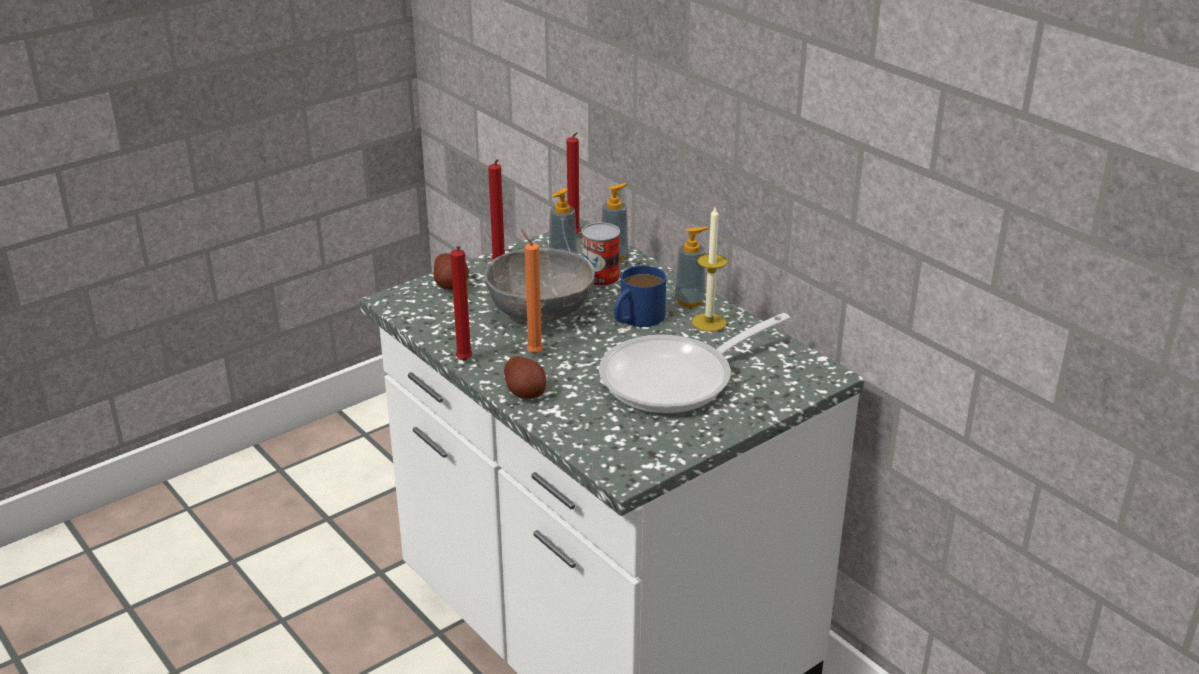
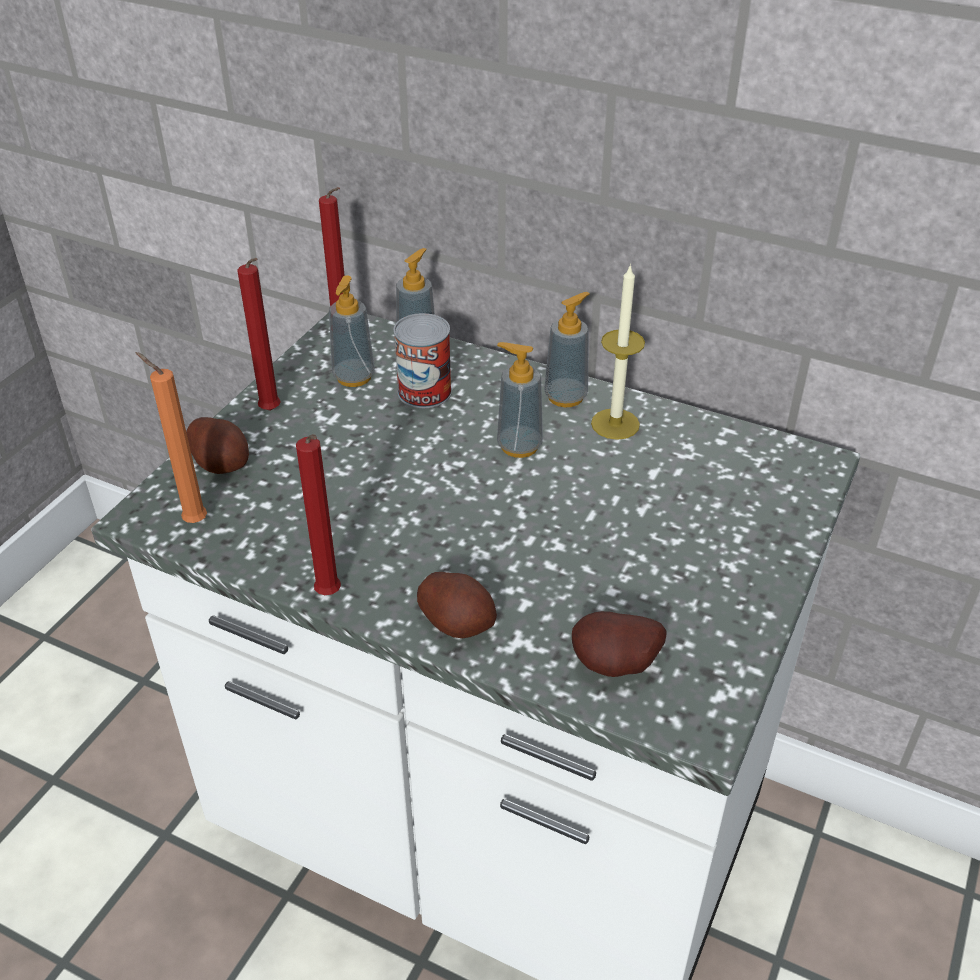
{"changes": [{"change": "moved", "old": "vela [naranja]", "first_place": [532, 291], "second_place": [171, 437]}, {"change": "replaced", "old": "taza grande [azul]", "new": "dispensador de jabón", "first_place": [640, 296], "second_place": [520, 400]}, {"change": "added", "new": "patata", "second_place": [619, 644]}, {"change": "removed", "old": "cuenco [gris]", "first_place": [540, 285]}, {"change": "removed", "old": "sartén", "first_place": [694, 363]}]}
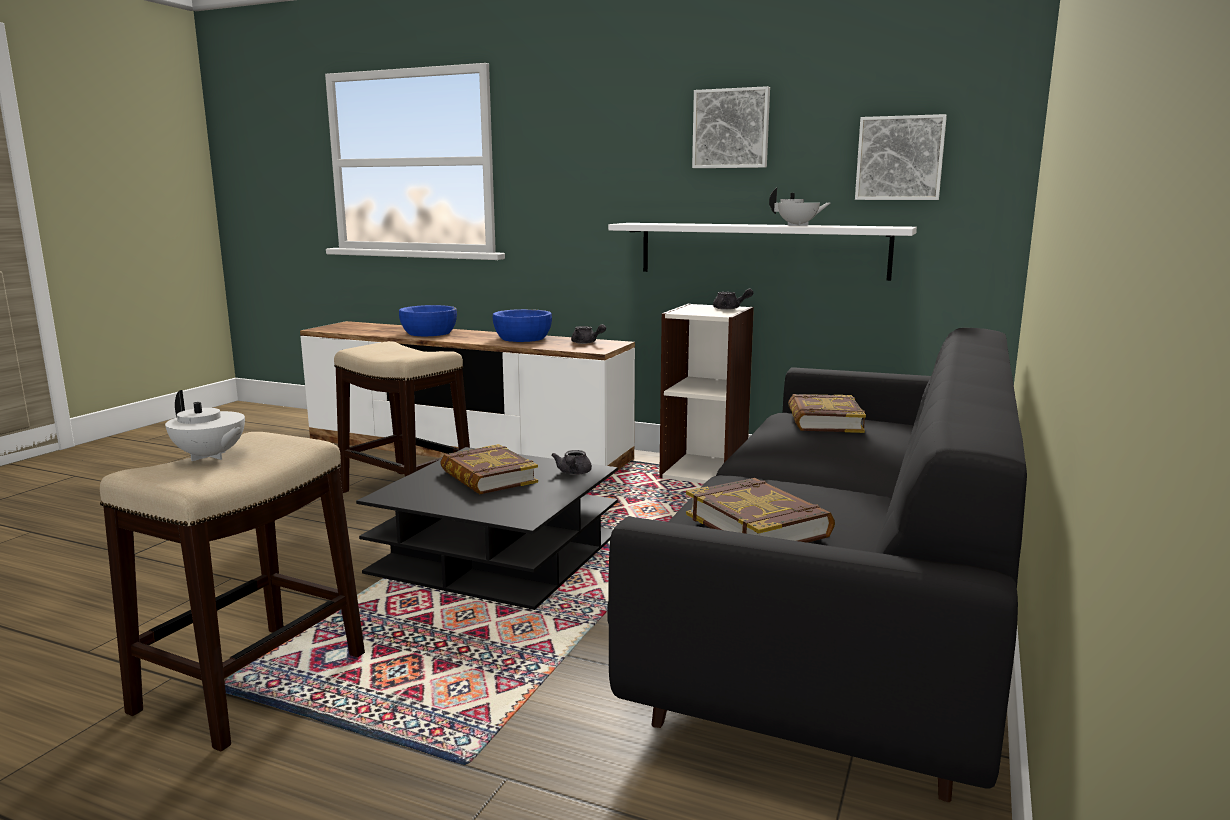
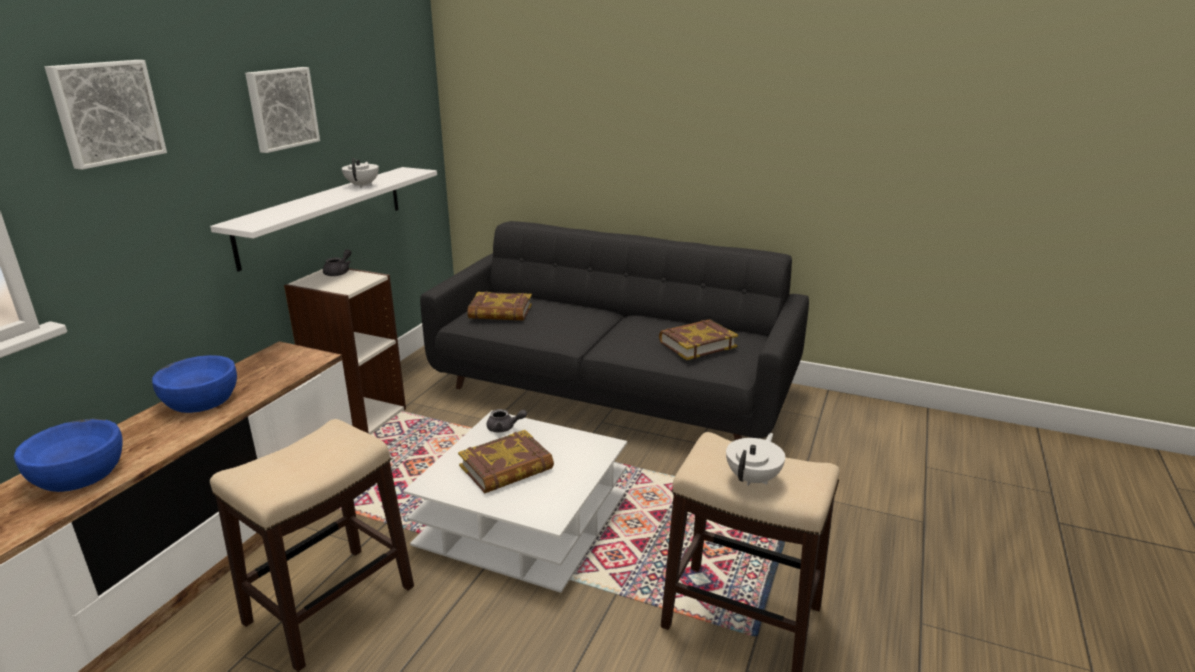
{"changes": [{"change": "moved", "old": "cuadro", "first_place": [901, 157], "second_place": [106, 115]}, {"change": "recoloured", "old": "mesa de centro [negro]", "new": "mesa de centro [blanco]", "first_place": [487, 528], "second_place": [515, 501]}, {"change": "removed", "old": "tetera [gris]", "first_place": [588, 334]}]}
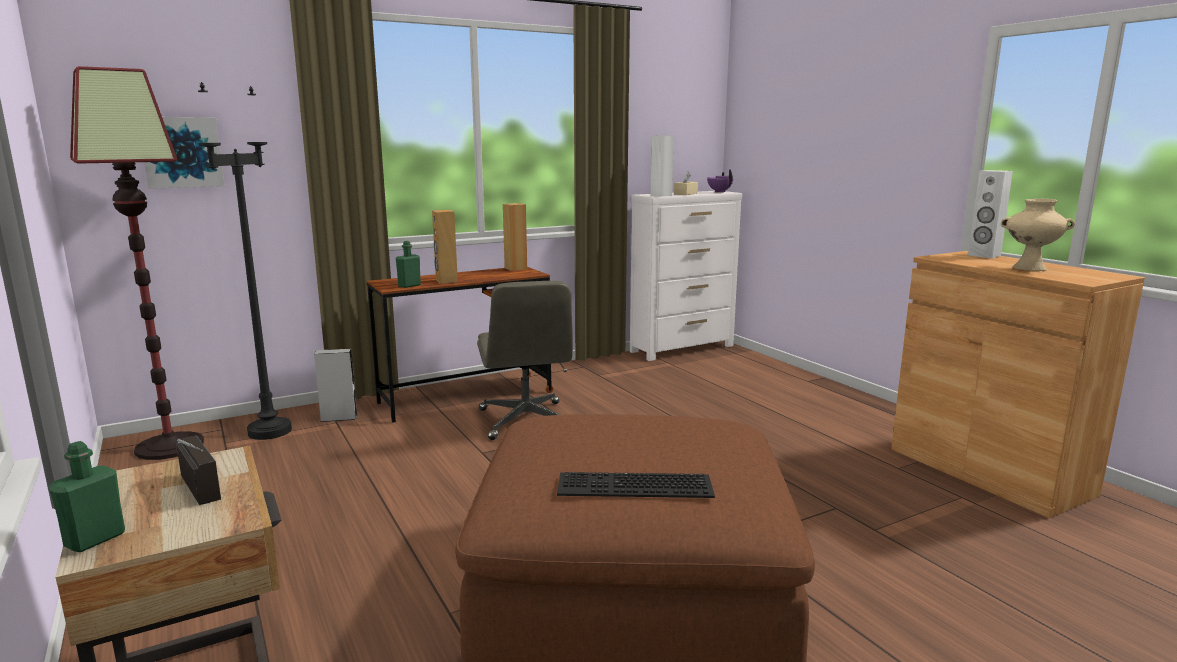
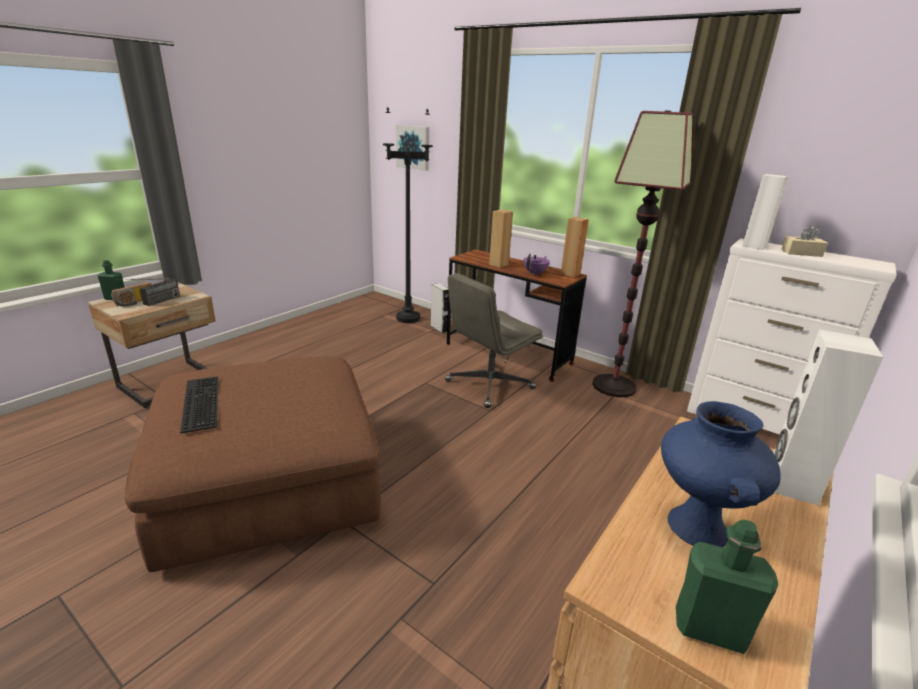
{"changes": [{"change": "added", "new": "radio", "second_place": [131, 294]}, {"change": "moved", "old": "tetera [morado]", "first_place": [720, 180], "second_place": [536, 264]}, {"change": "moved", "old": "lámpara de pie", "first_place": [137, 263], "second_place": [643, 254]}, {"change": "recoloured", "old": "florero [beis]", "new": "florero [azul]", "first_place": [1038, 235], "second_place": [721, 474]}, {"change": "moved", "old": "botella [verde]", "first_place": [408, 264], "second_place": [727, 586]}]}
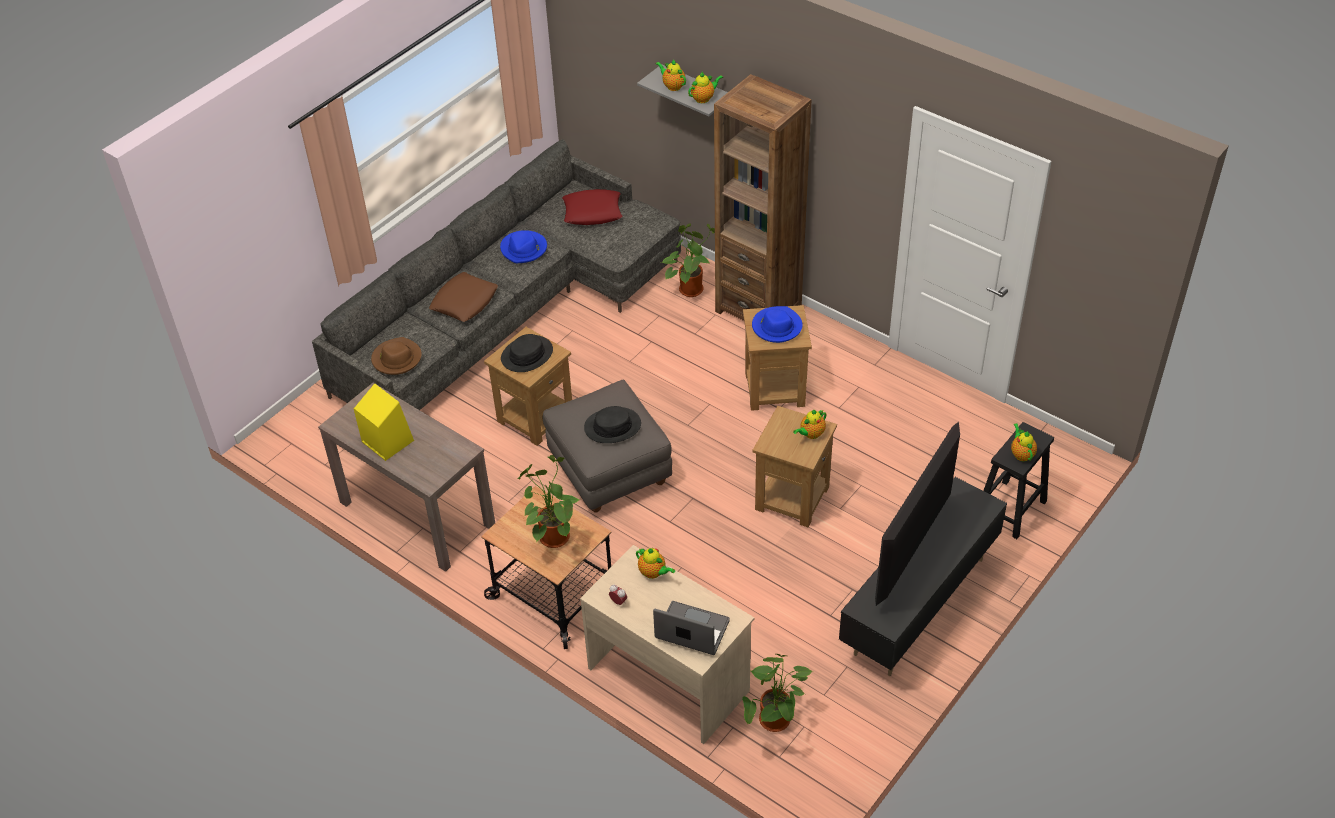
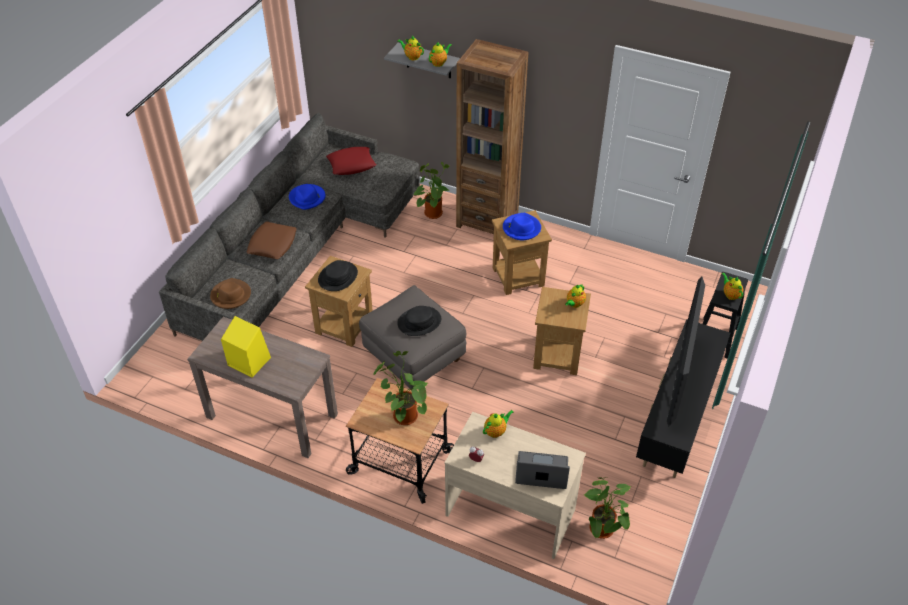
{"changes": [{"change": "turned", "old": "tetera", "first_place": [655, 563], "second_place": [498, 424], "degrees": -60}]}
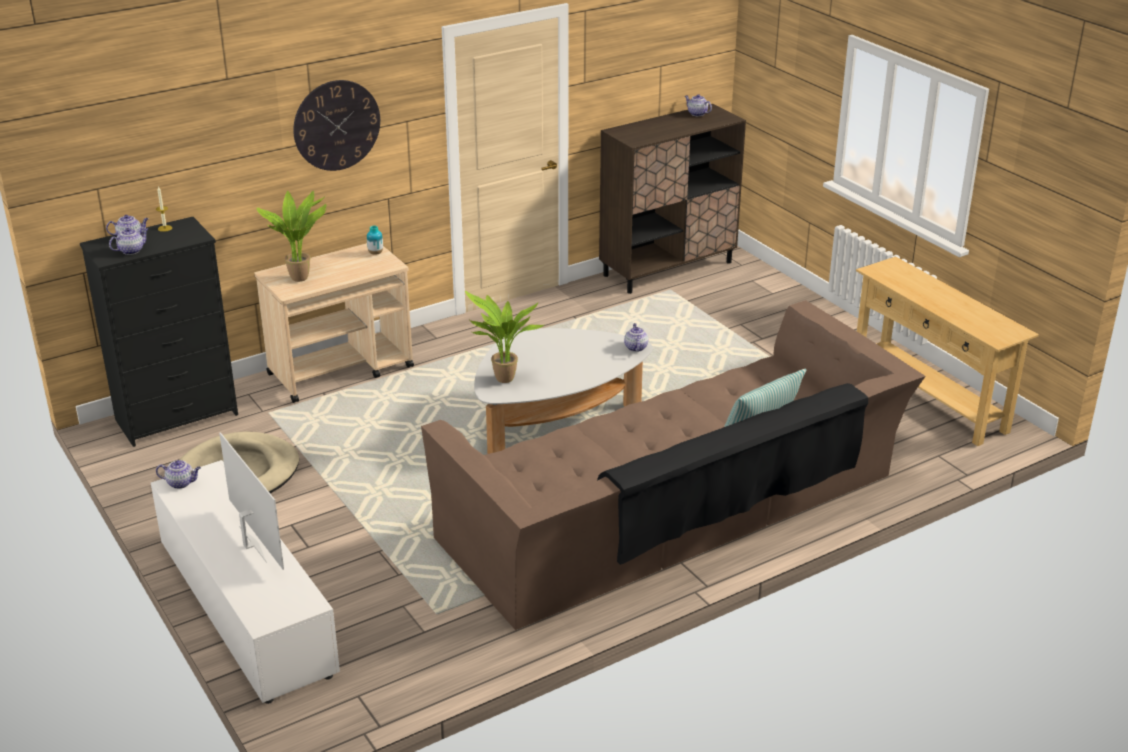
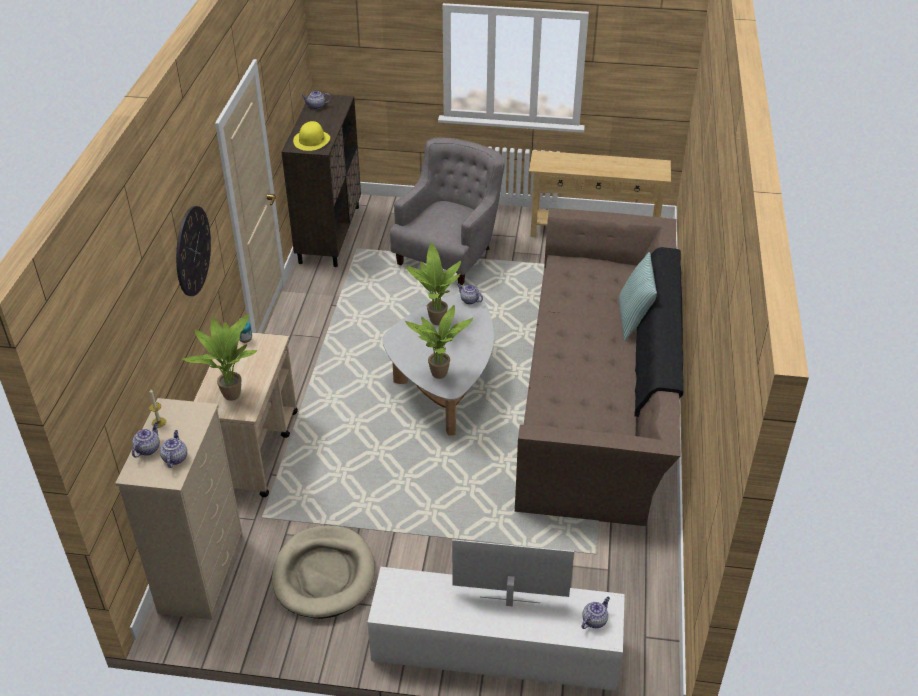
{"changes": [{"change": "recoloured", "old": "cómoda [negro]", "new": "cómoda [beis]", "first_place": [159, 332], "second_place": [179, 509]}, {"change": "added", "new": "sombrero [amarillo]", "second_place": [311, 136]}, {"change": "added", "new": "sillón [gris]", "second_place": [447, 211]}, {"change": "added", "new": "planta en maceta", "second_place": [434, 283]}, {"change": "moved", "old": "tetera", "first_place": [178, 474], "second_place": [596, 613]}]}
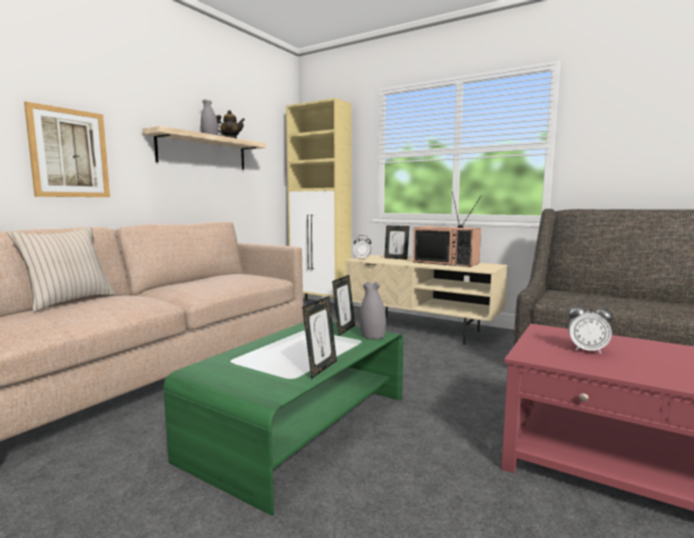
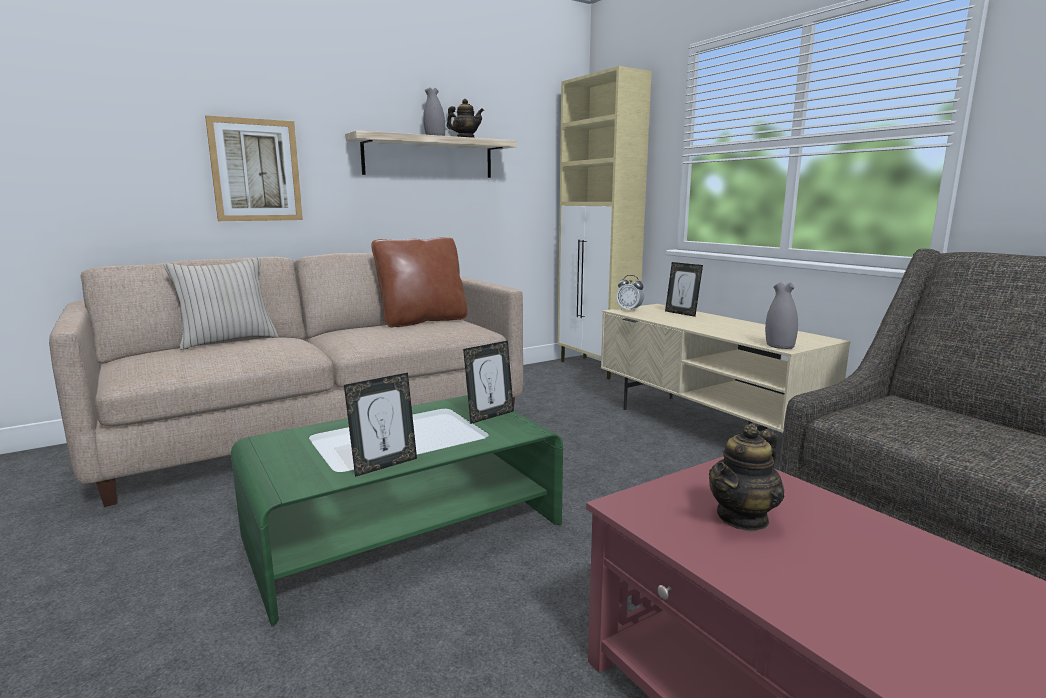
{"changes": [{"change": "added", "new": "cojín [marrón]", "second_place": [419, 282]}, {"change": "replaced", "old": "despertador", "new": "tetera", "first_place": [590, 327], "second_place": [746, 477]}, {"change": "moved", "old": "florero [gris]", "first_place": [373, 310], "second_place": [781, 315]}, {"change": "removed", "old": "televisor", "first_place": [447, 229]}]}
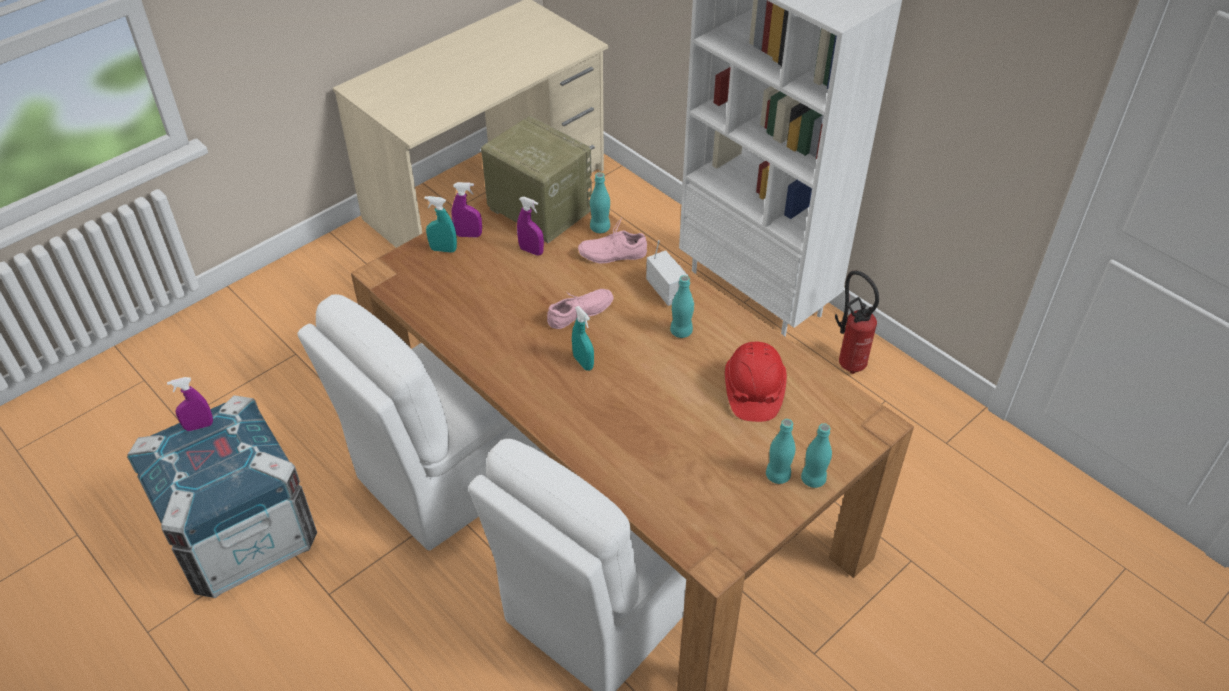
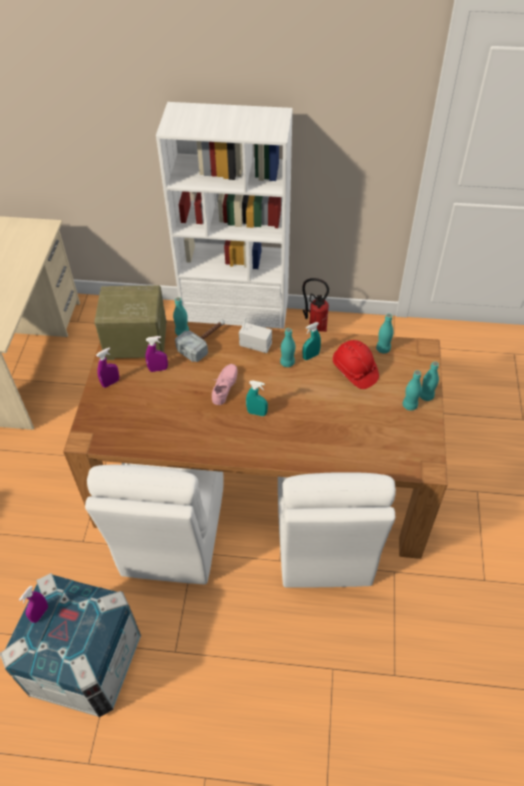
{"changes": [{"change": "replaced", "old": "zapato [rosa]", "new": "martillo", "first_place": [612, 240], "second_place": [200, 340]}, {"change": "moved", "old": "pulverizador [turquesa]", "first_place": [441, 224], "second_place": [311, 341]}, {"change": "added", "new": "botella [turquesa]", "second_place": [385, 333]}]}
